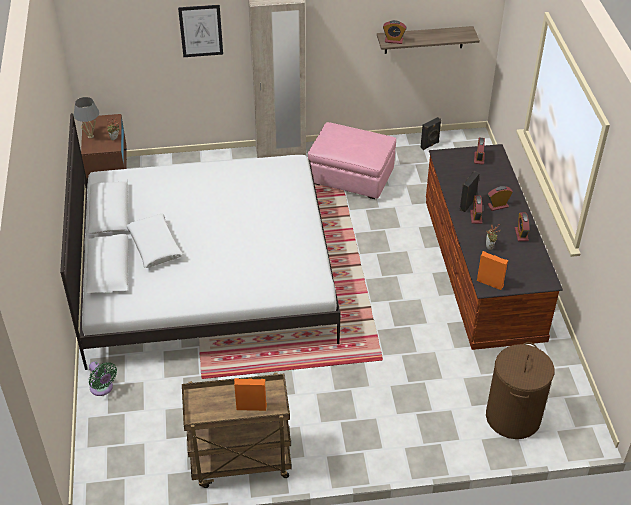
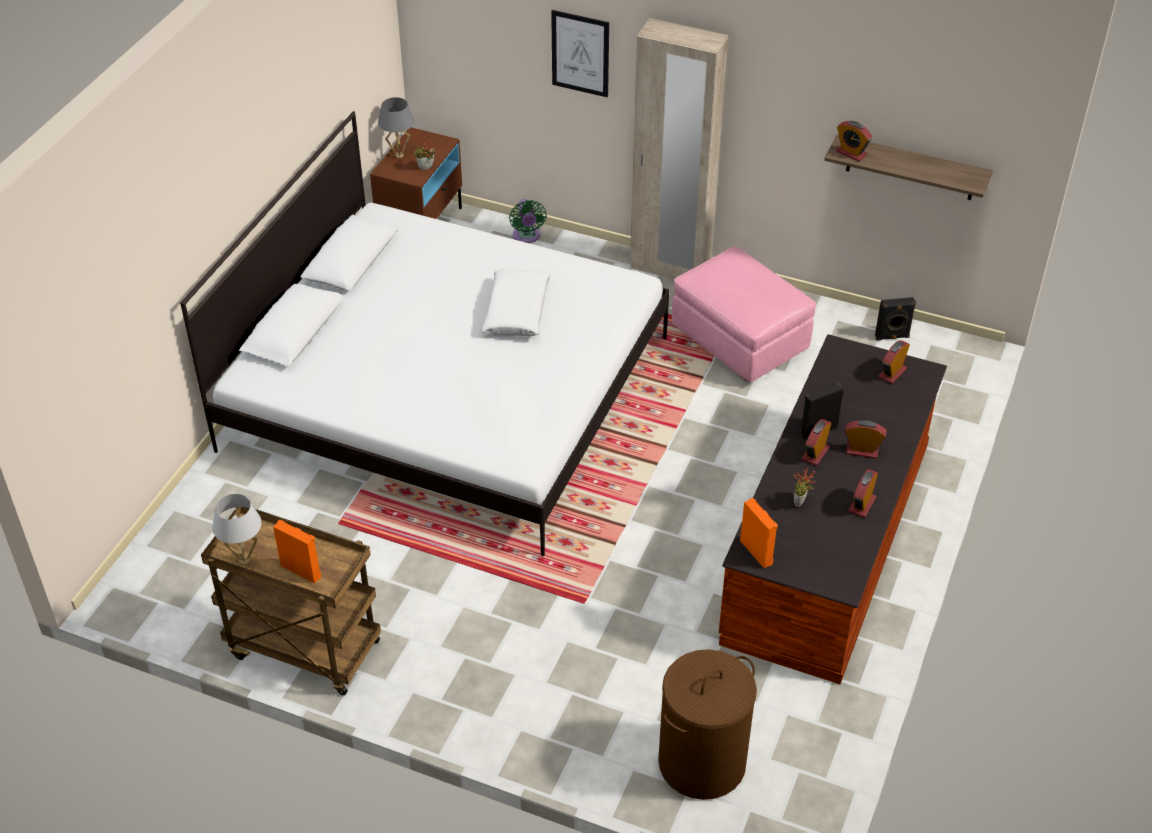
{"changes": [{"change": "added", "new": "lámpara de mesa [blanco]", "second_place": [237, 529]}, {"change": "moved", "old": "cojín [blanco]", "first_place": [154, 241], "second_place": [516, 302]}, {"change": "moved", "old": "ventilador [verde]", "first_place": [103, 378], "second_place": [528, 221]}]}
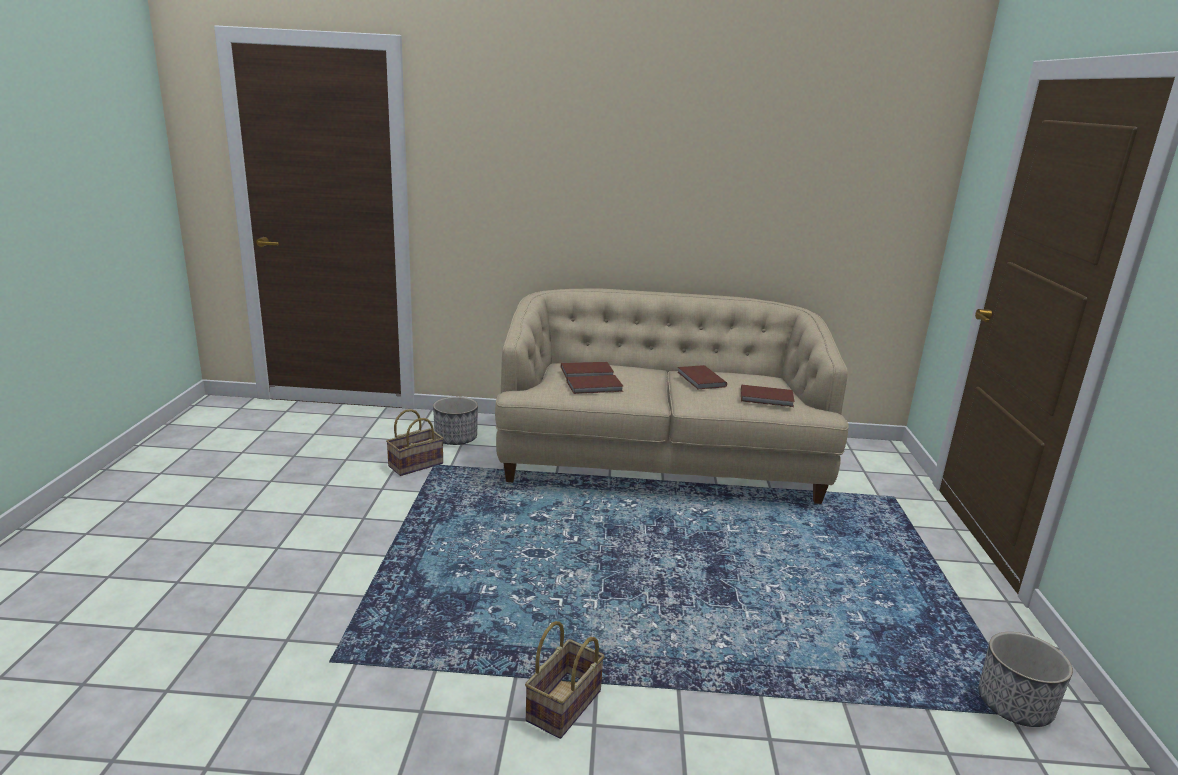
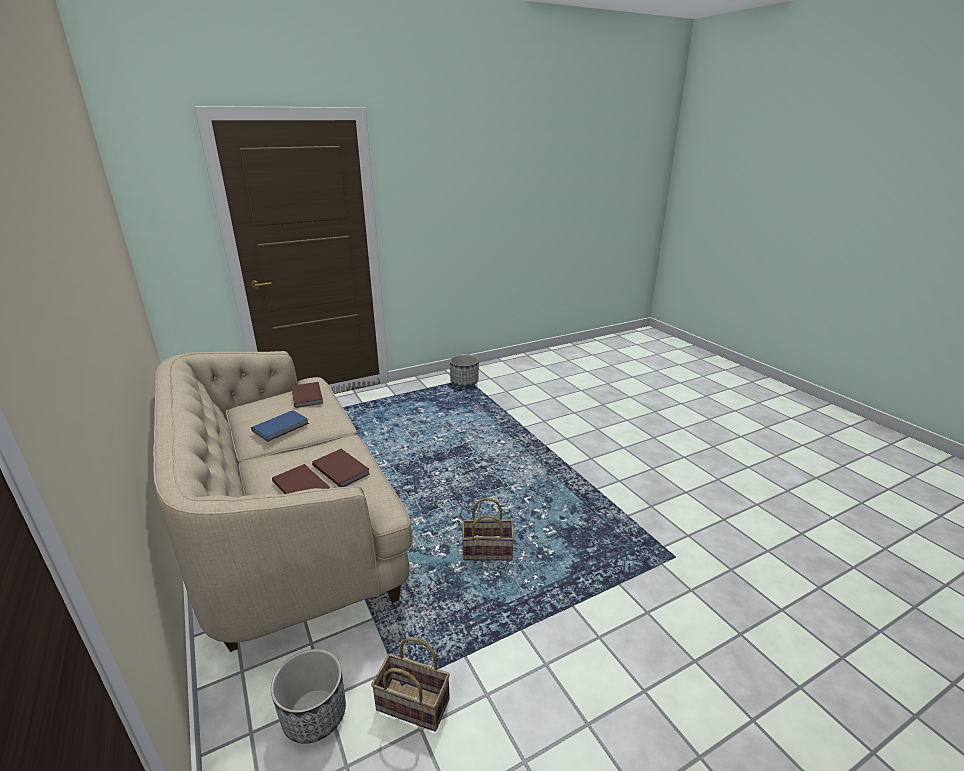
{"changes": [{"change": "recoloured", "old": "libro [marrón]", "new": "libro [azul]", "first_place": [702, 377], "second_place": [280, 426]}, {"change": "moved", "old": "cesta", "first_place": [565, 680], "second_place": [488, 529]}]}
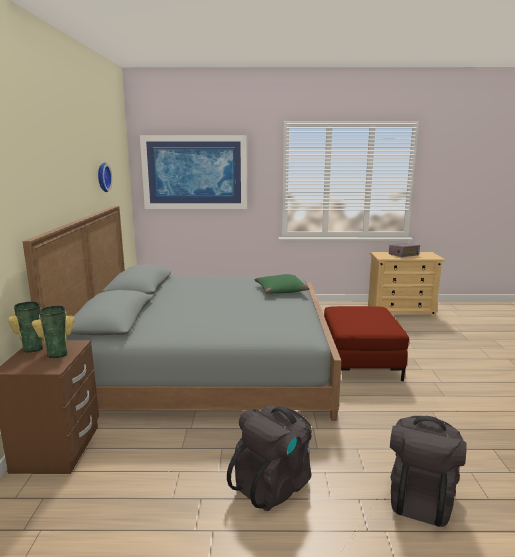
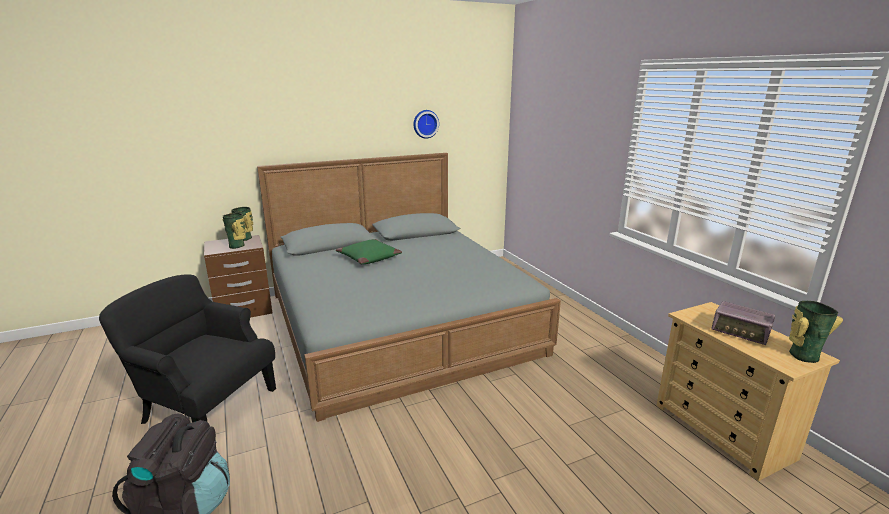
{"changes": [{"change": "replaced", "old": "mochila [negro]", "new": "sillón [negro]", "first_place": [269, 458], "second_place": [187, 349]}, {"change": "moved", "old": "cojín [verde]", "first_place": [282, 284], "second_place": [369, 251]}, {"change": "added", "new": "florero", "second_place": [816, 332]}, {"change": "removed", "old": "cuadro", "first_place": [193, 172]}, {"change": "removed", "old": "puf [rojo]", "first_place": [366, 343]}]}
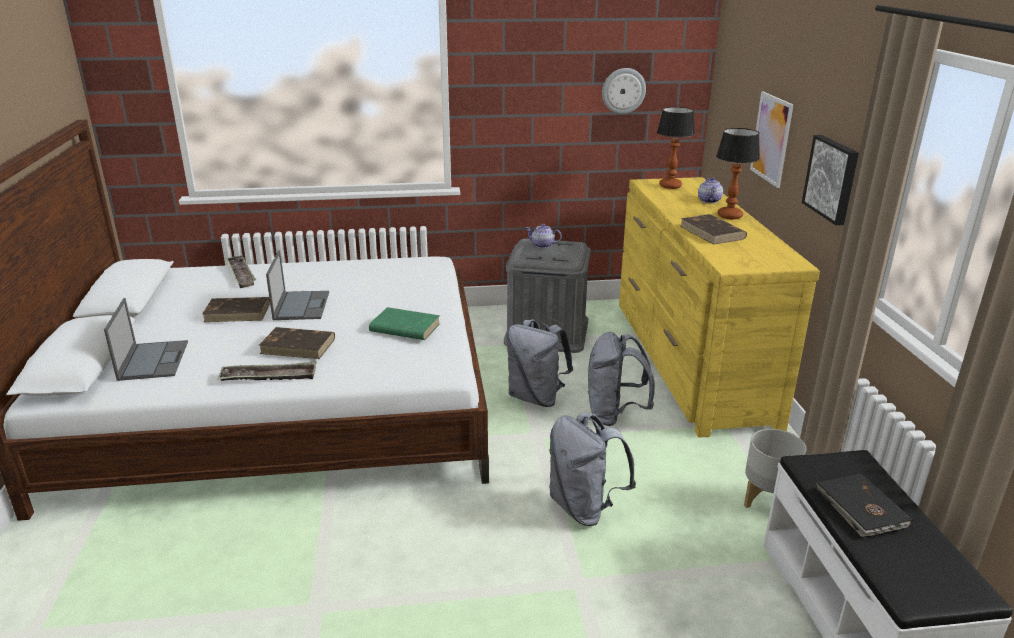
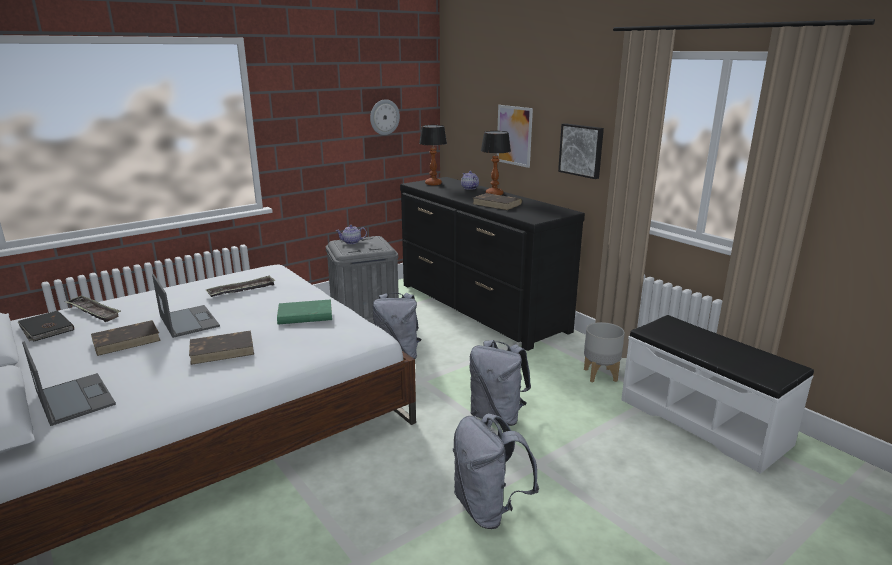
{"changes": [{"change": "moved", "old": "libro [negro]", "first_place": [864, 505], "second_place": [46, 326]}, {"change": "moved", "old": "bandeja", "first_place": [267, 371], "second_place": [241, 286]}, {"change": "recoloured", "old": "cómoda [amarillo]", "new": "cómoda [negro]", "first_place": [719, 307], "second_place": [492, 264]}, {"change": "moved", "old": "mochila [gris]", "first_place": [621, 379], "second_place": [496, 471]}]}
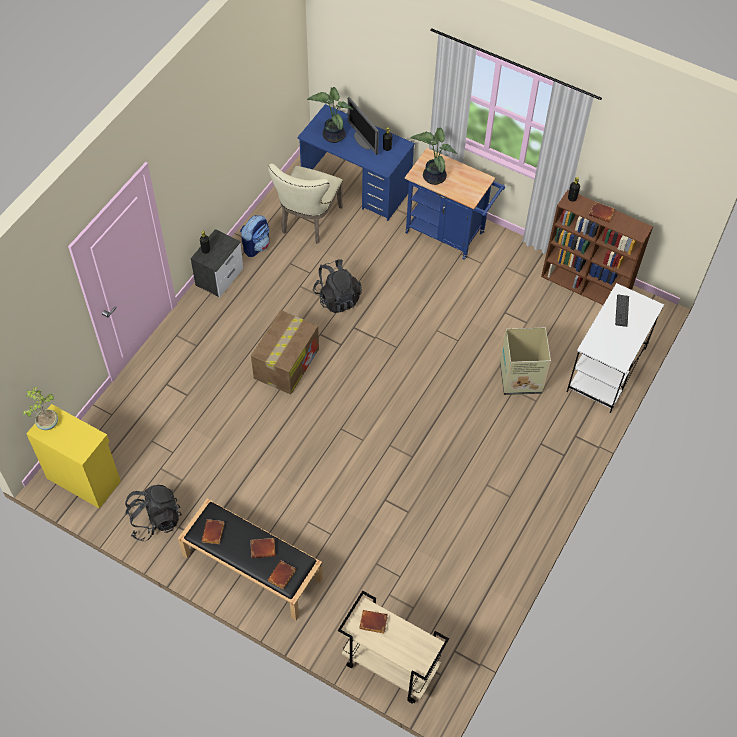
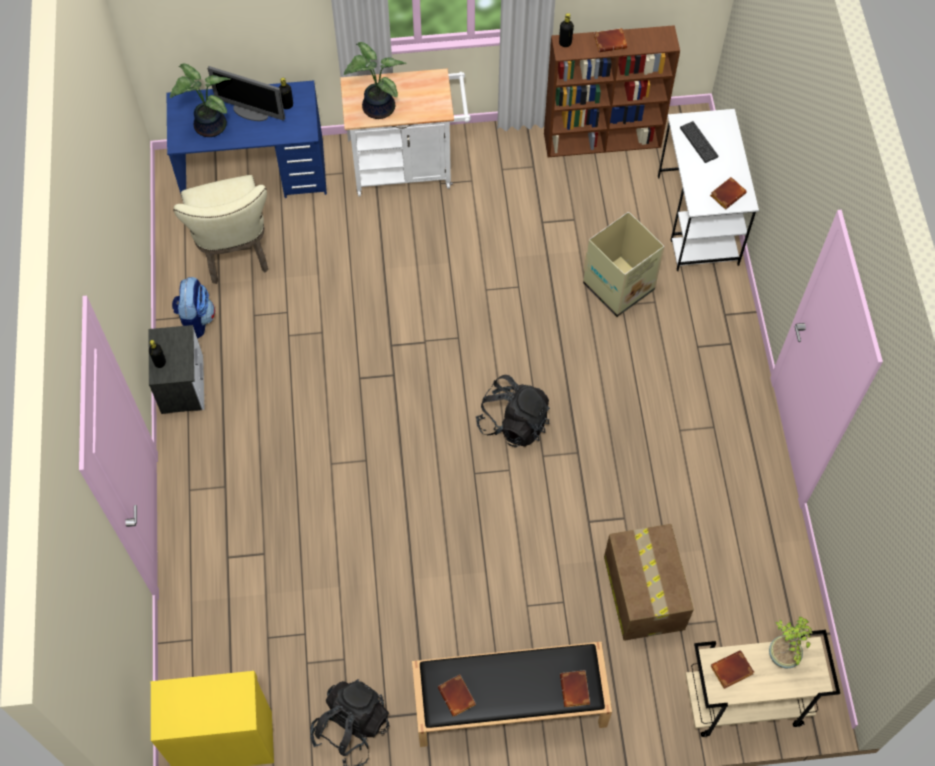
{"changes": [{"change": "recoloured", "old": "carrito [azul]", "new": "carrito [blanco]", "first_place": [455, 204], "second_place": [405, 132]}, {"change": "moved", "old": "mochila [negro]", "first_place": [337, 286], "second_place": [513, 411]}, {"change": "moved", "old": "caja de cartón", "first_place": [285, 352], "second_place": [649, 582]}, {"change": "moved", "old": "libro [marrón]", "first_place": [263, 548], "second_place": [728, 193]}, {"change": "moved", "old": "planta en maceta", "first_place": [40, 408], "second_place": [790, 642]}]}
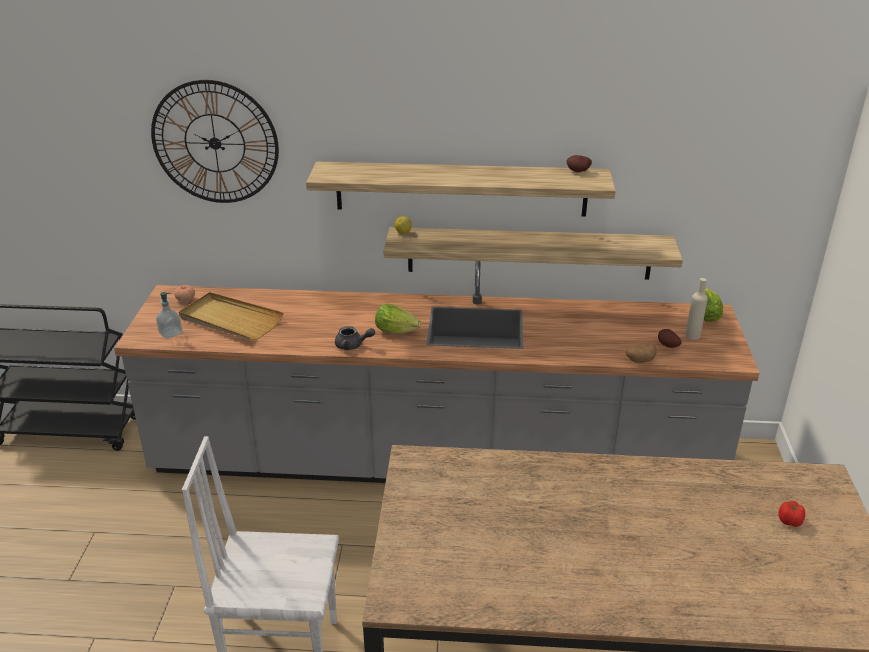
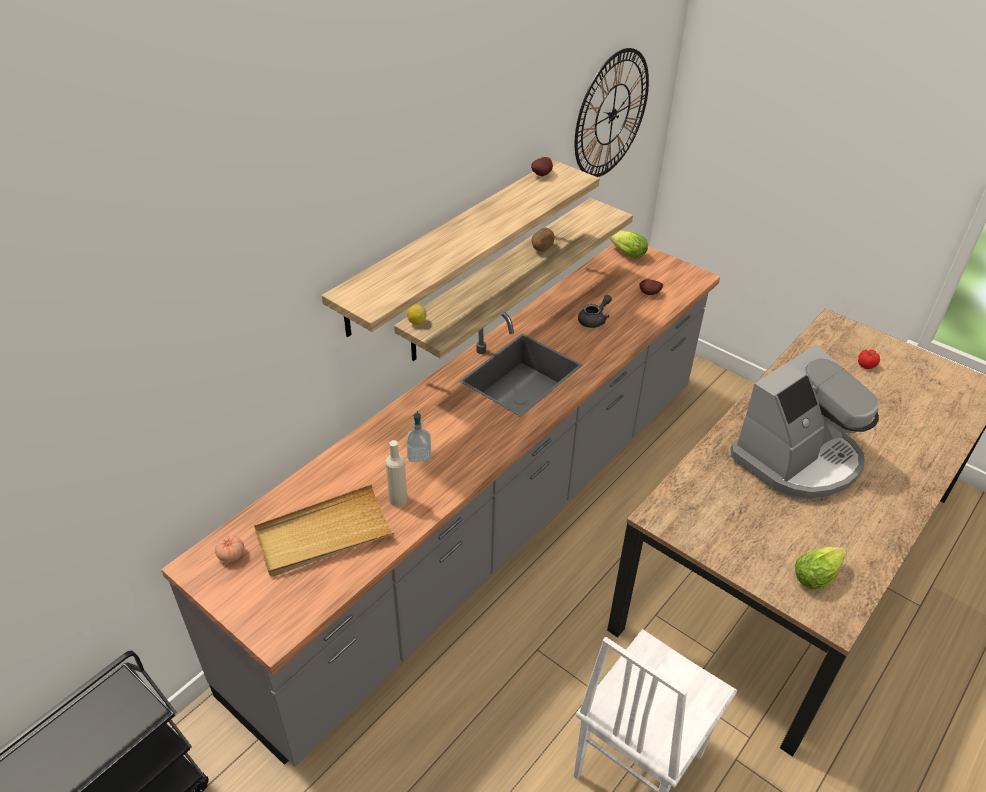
{"changes": [{"change": "moved", "old": "botella [beis]", "first_place": [696, 309], "second_place": [396, 473]}, {"change": "moved", "old": "dispensador de jabón", "first_place": [169, 315], "second_place": [419, 436]}, {"change": "moved", "old": "patata", "first_place": [641, 353], "second_place": [543, 239]}, {"change": "moved", "old": "reloj de pared", "first_place": [215, 141], "second_place": [612, 112]}, {"change": "moved", "old": "tetera [gris]", "first_place": [355, 338], "second_place": [595, 311]}, {"change": "added", "new": "cafetera", "second_place": [804, 422]}, {"change": "moved", "old": "lechuga", "first_place": [398, 319], "second_place": [821, 568]}]}
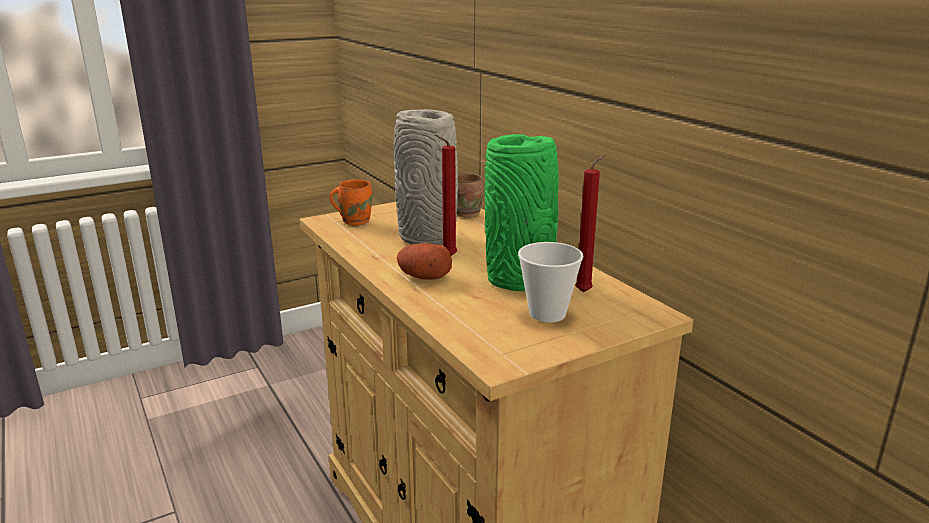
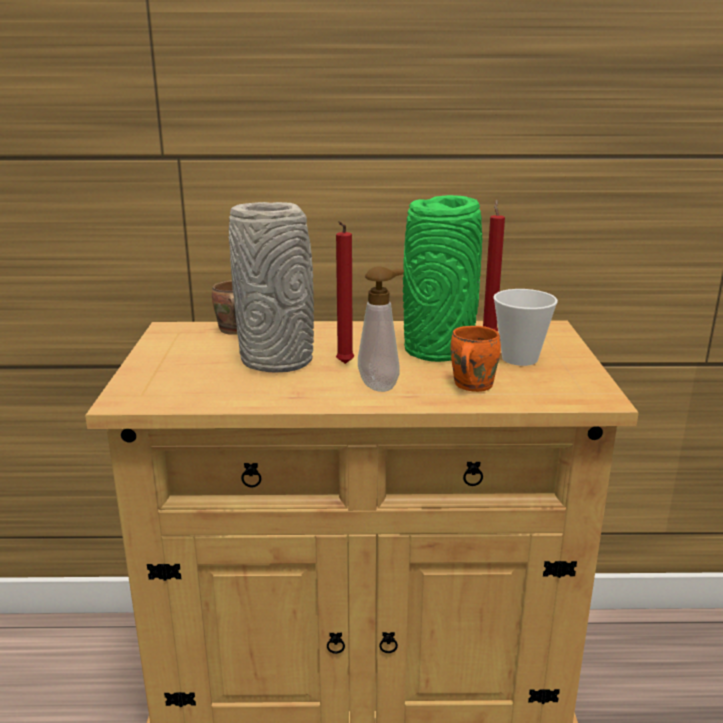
{"changes": [{"change": "replaced", "old": "patata", "new": "dispensador de jabón", "first_place": [424, 261], "second_place": [381, 329]}, {"change": "moved", "old": "taza grande [naranja]", "first_place": [351, 202], "second_place": [476, 359]}]}
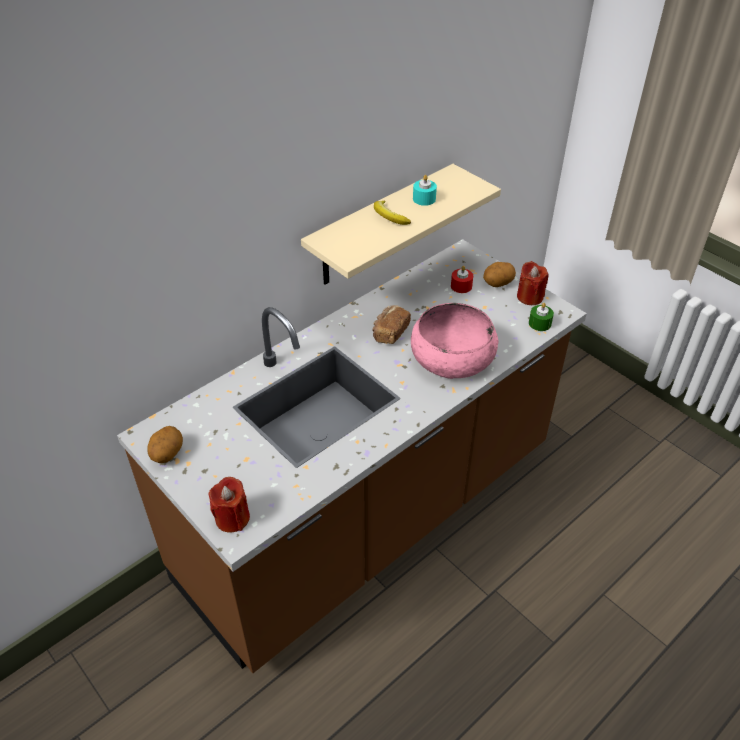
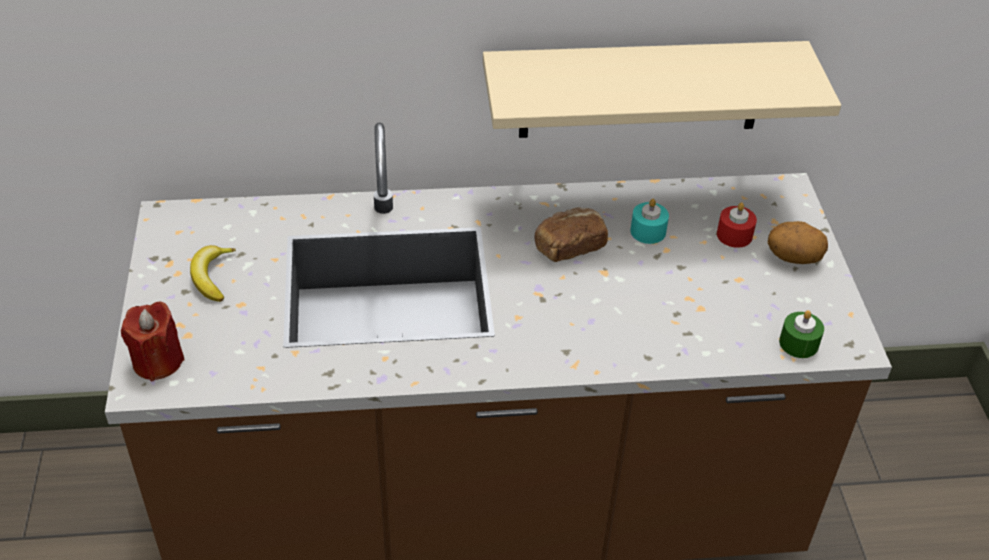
{"changes": [{"change": "moved", "old": "plátano", "first_place": [392, 212], "second_place": [213, 273]}, {"change": "moved", "old": "vela [turquesa]", "first_place": [425, 190], "second_place": [649, 221]}, {"change": "removed", "old": "patata", "first_place": [165, 445]}, {"change": "removed", "old": "cuenco [rosa]", "first_place": [455, 341]}, {"change": "removed", "old": "vela [rojo]", "first_place": [533, 283]}]}
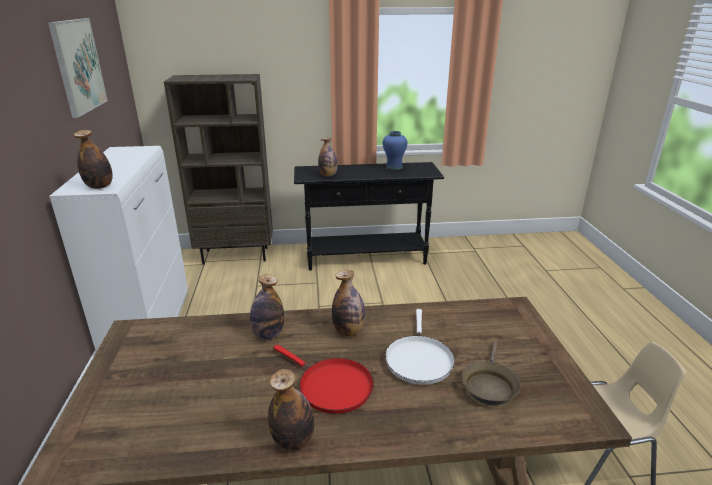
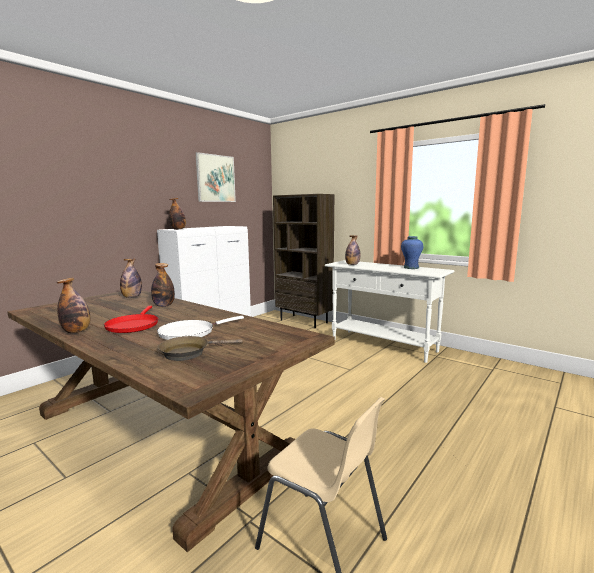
{"changes": [{"change": "moved", "old": "botella", "first_place": [348, 303], "second_place": [131, 278]}, {"change": "recoloured", "old": "mesa consola [negro]", "new": "mesa consola [blanco]", "first_place": [369, 216], "second_place": [389, 311]}]}
